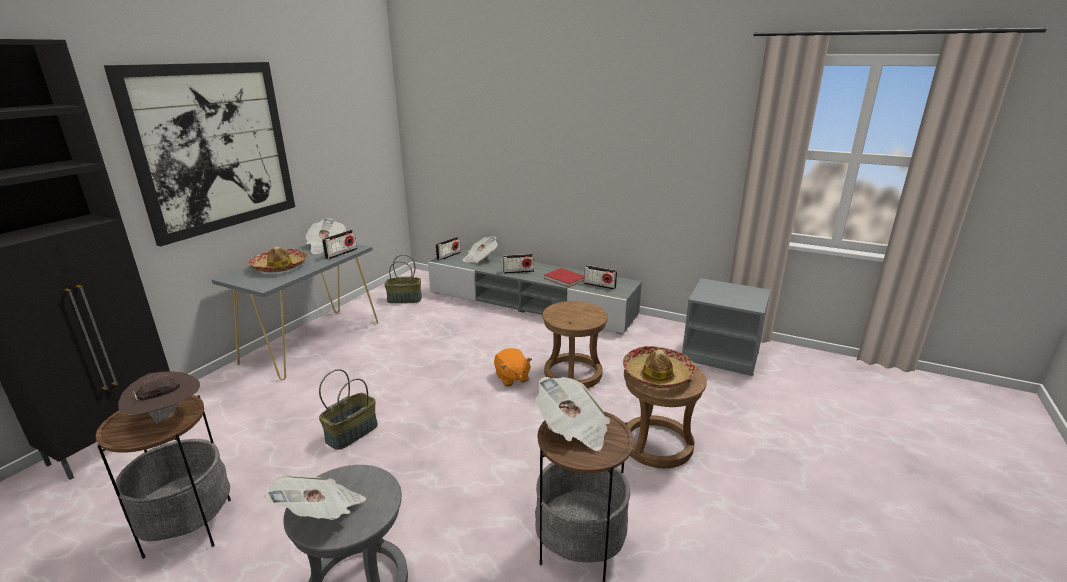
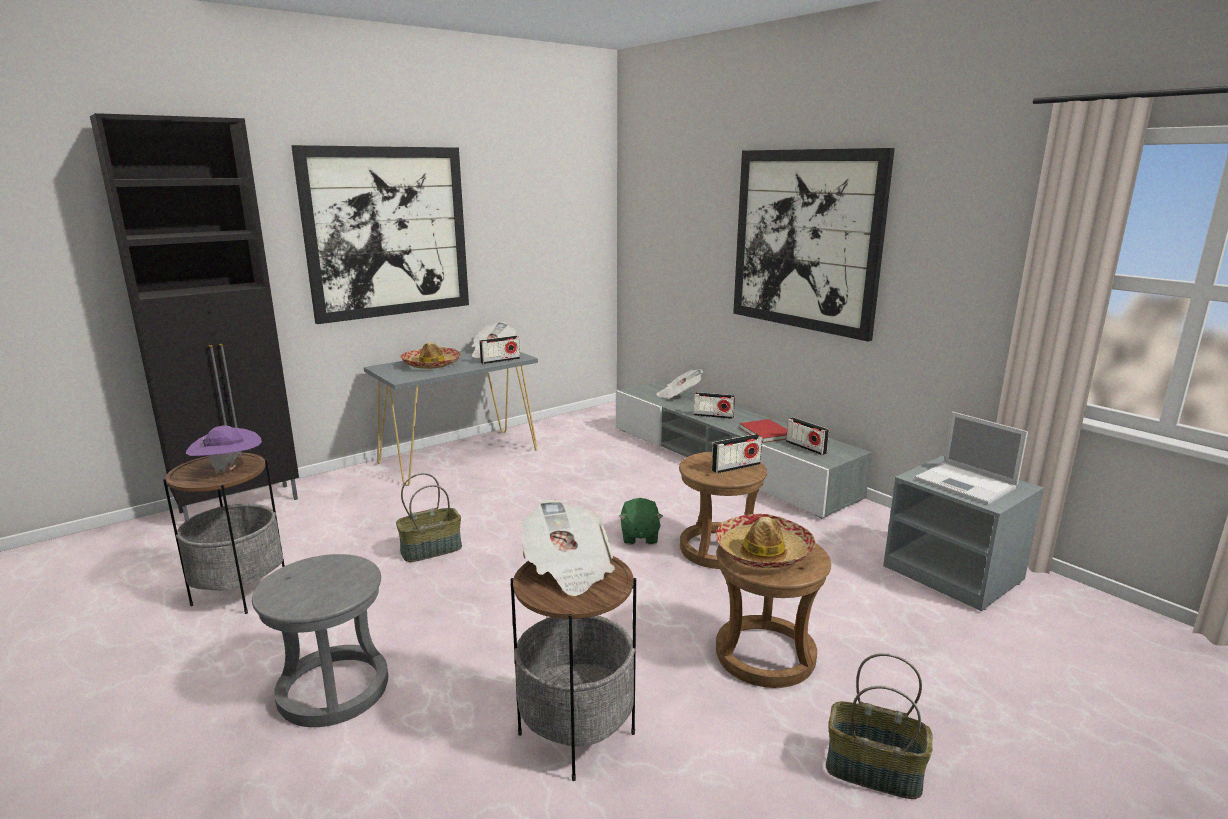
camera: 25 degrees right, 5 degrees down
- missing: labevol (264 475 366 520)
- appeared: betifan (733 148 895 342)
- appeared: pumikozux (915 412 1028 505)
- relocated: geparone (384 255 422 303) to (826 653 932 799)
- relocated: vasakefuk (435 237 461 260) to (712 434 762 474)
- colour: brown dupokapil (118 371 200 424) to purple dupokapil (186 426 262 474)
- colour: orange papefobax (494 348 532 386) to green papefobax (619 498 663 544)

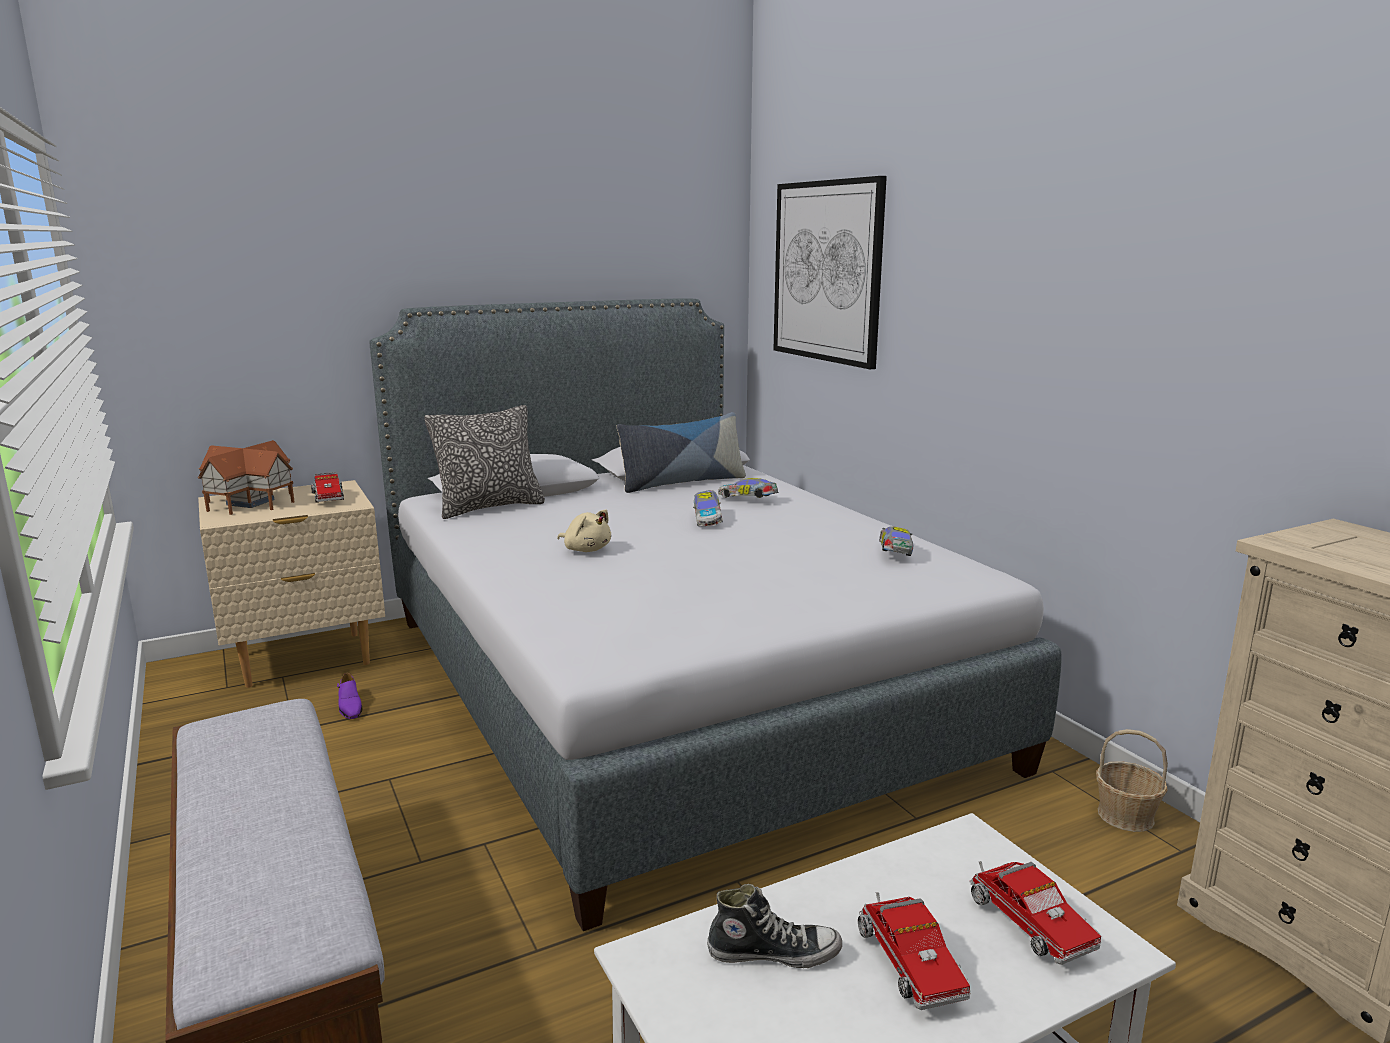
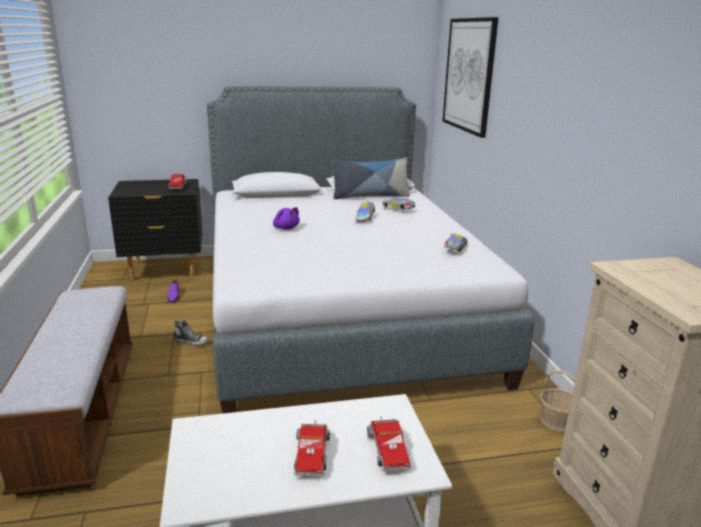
camera: 15 degrees right, 5 degrees up
- missing: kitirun (198 440 295 515)
- missing: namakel (425 405 545 519)
- relocated: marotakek (707 884 842 968) to (174 320 209 346)
- colour: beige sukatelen (198 480 385 688) to black sukatelen (108 179 202 280)
- colour: beige papefobax (557 510 611 552) to purple papefobax (273 207 300 230)

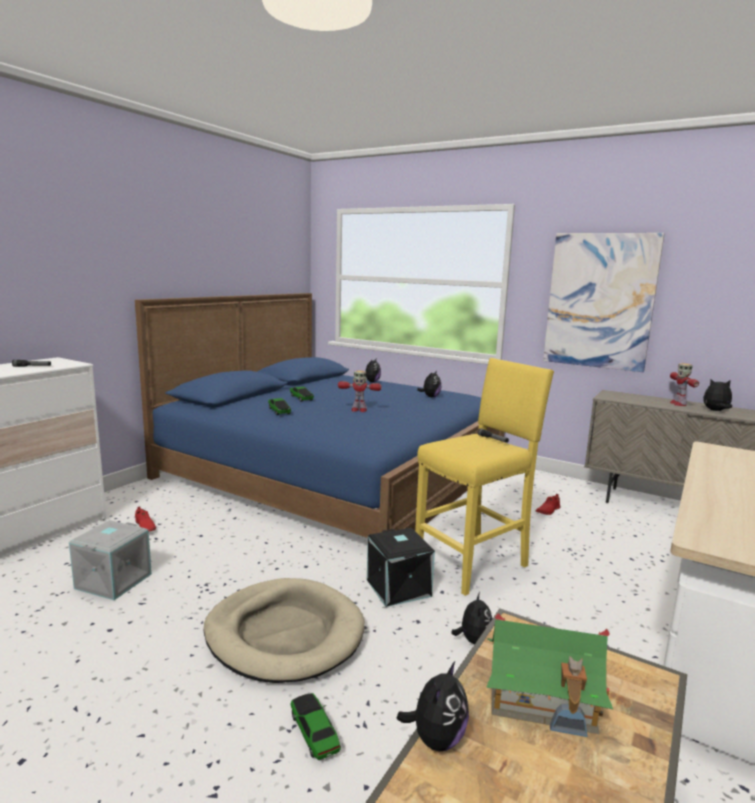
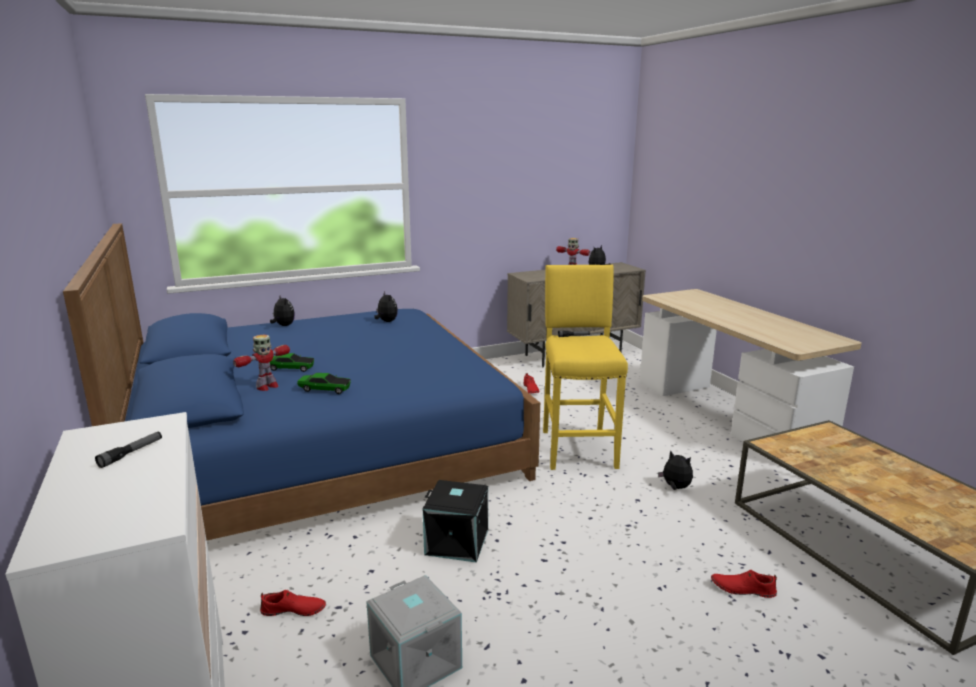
camera: 55 degrees left, 5 degrees up
- missing: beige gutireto (204 578 365 683)
- missing: papefobax (397 661 469 752)
- missing: kitirun (486 613 614 737)
- missing: betifan (543 233 665 372)
- relocated: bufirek (338 371 382 412) to (233 334 290 391)
- relocated: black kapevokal (367 528 435 607) to (423 480 488 563)
- exchanged: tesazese (291 693 341 760) to red marotakek (711 570 777 598)

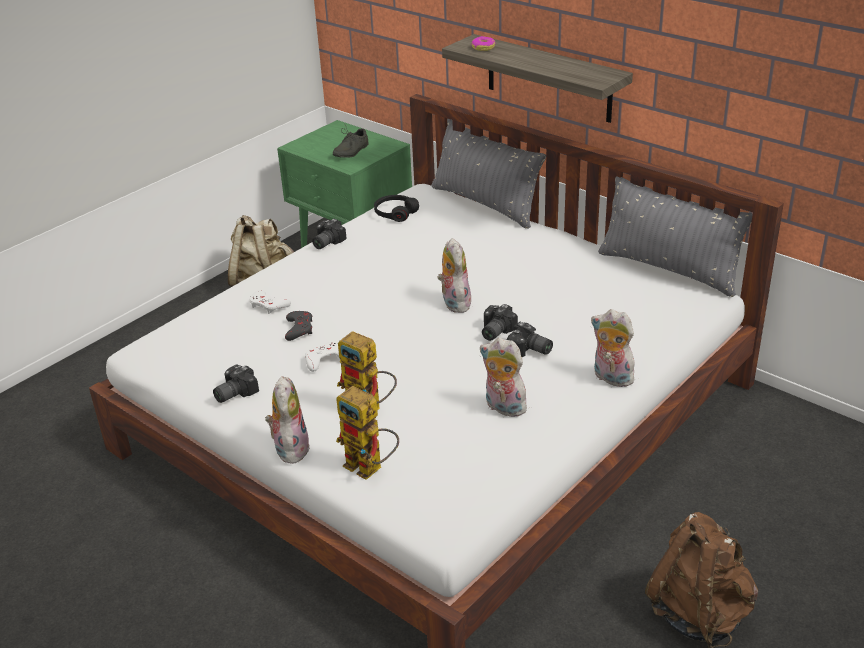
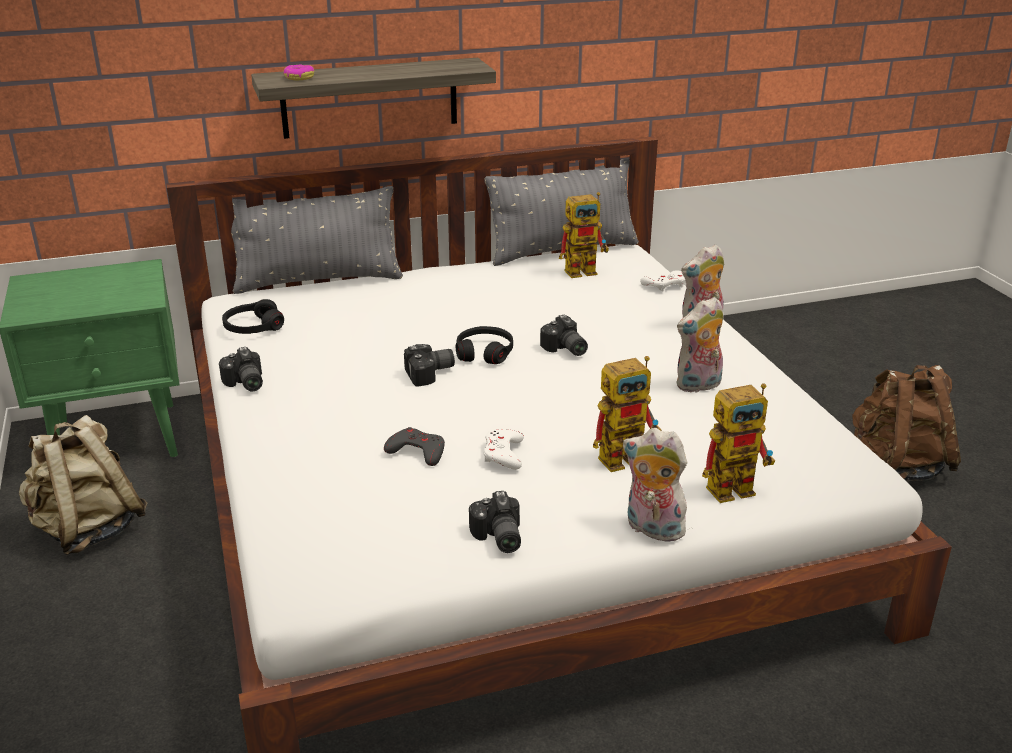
camera: 60 degrees left, 5 degrees down
- missing: grey marotakek (332 125 369 158)
- appeared: bufirek (559 192 609 278)
- relocated: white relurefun (250 290 291 314) to (640 271 685 292)
- relocated: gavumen (506 322 553 357) to (404 344 455 387)
- exchanged: papefobax (437 238 471 313) to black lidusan (456 326 513 364)

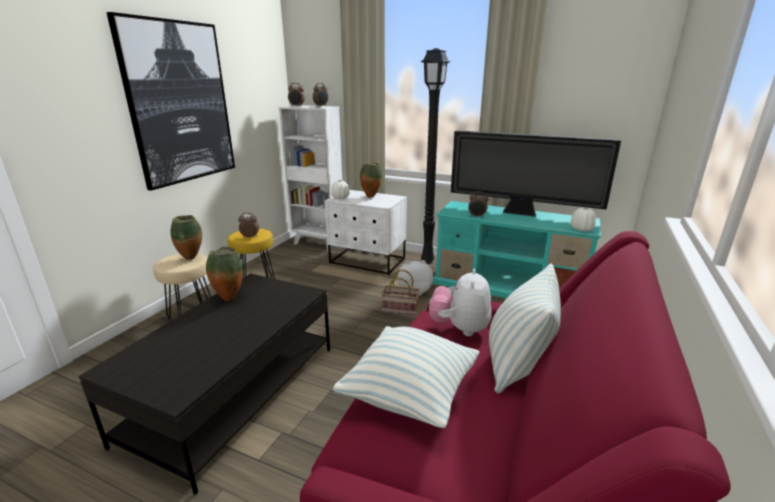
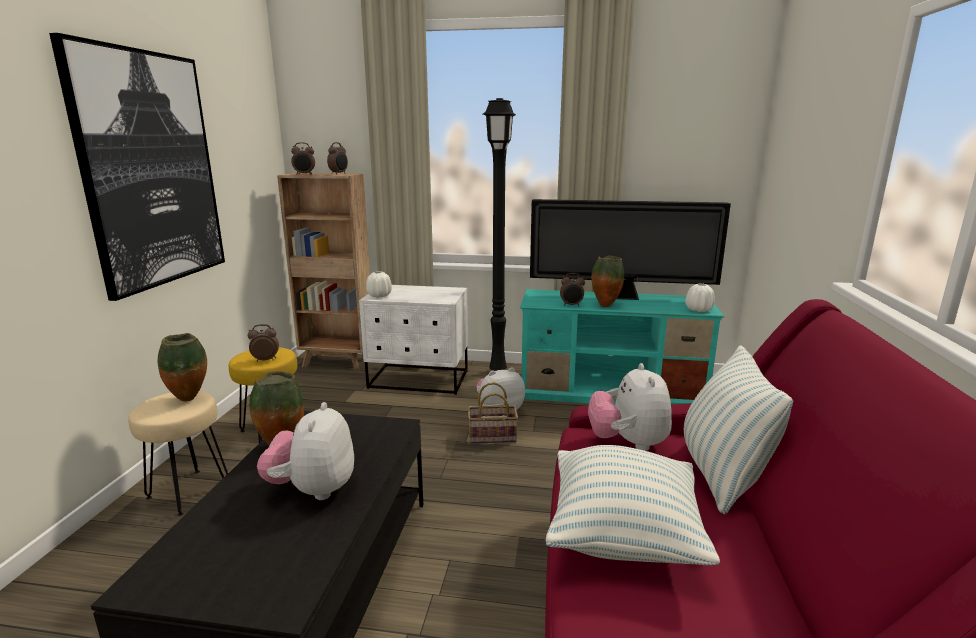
camera: 15 degrees left, 5 degrees down
- appeared: papefobax (257 402 354 500)
- relocated: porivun (360 162 382 197) to (591 256 624 307)
- colour: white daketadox (279 105 342 251) to brown daketadox (277 173 370 371)

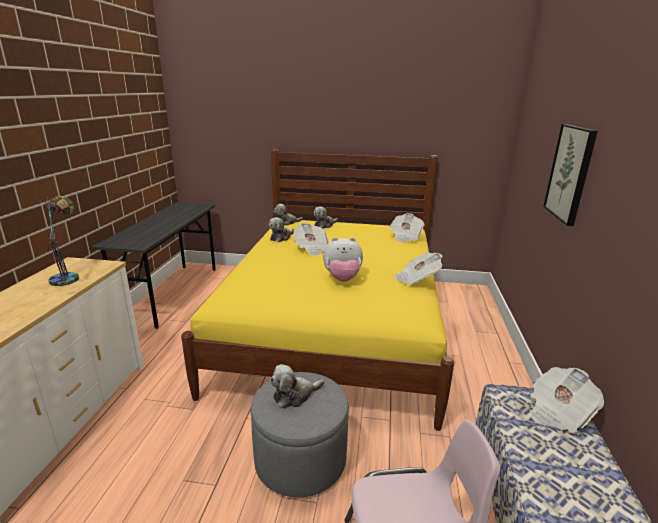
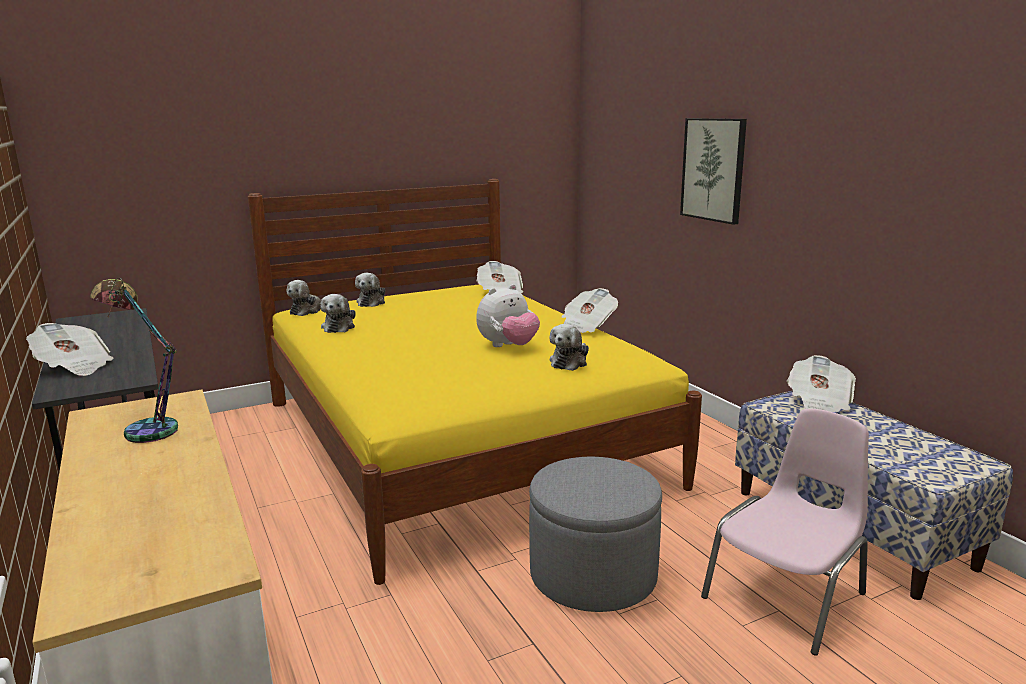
camera: 35 degrees left, 5 degrees down
- relocated: papefobax (270 364 324 408) to (550 324 589 371)
- relocated: labevol (294 223 329 256) to (26 323 113 376)

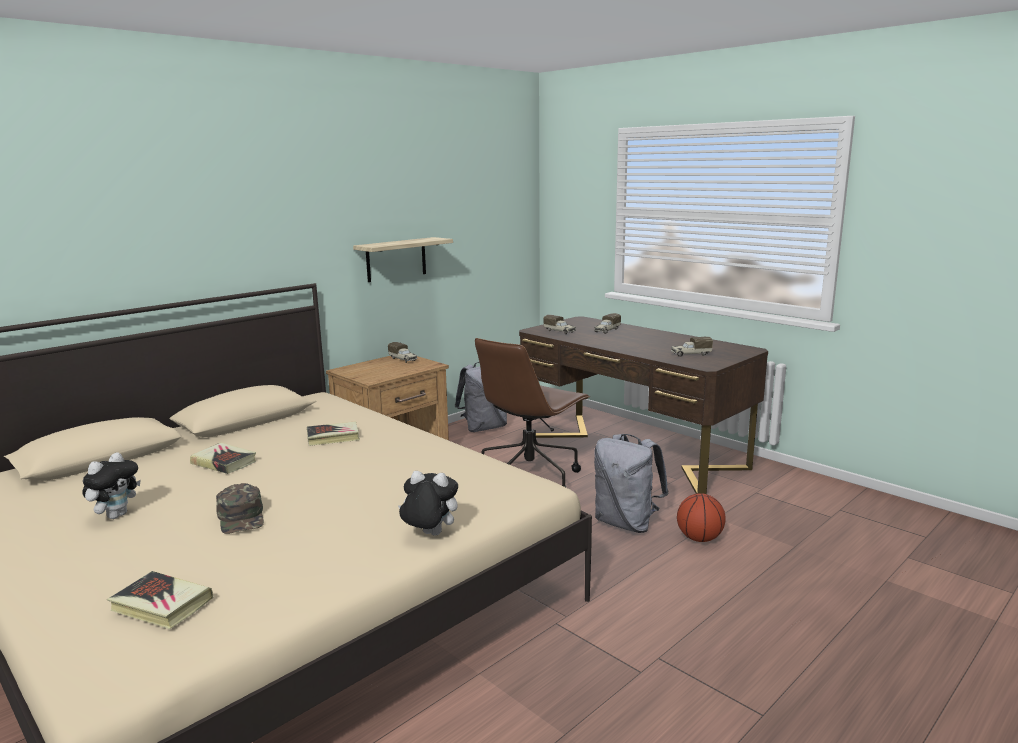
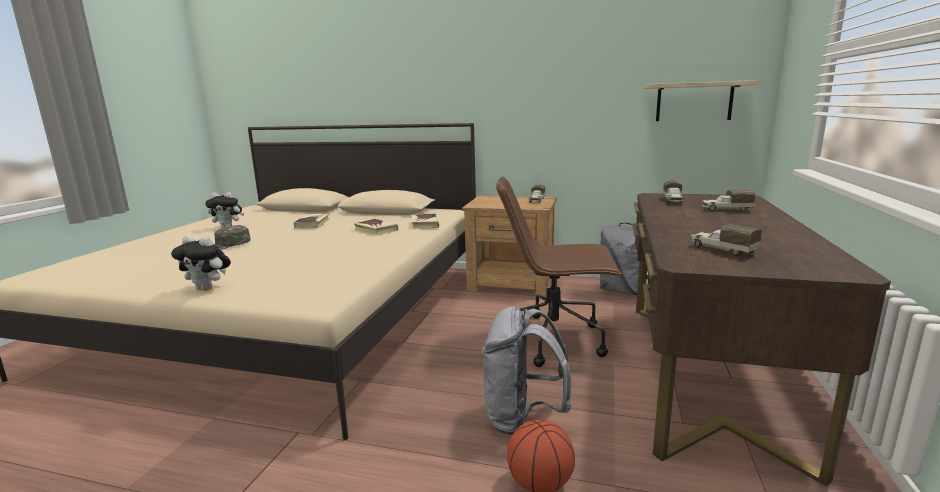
camera: 60 degrees right, 0 degrees up
- relocated: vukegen (107 571 213 629) to (411 213 439 229)
- relocated: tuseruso (353 237 453 282) to (644 80 759 121)
- spun: papefobax (398 471 458 536) = (171 235 231 291) 120 degrees clockwise

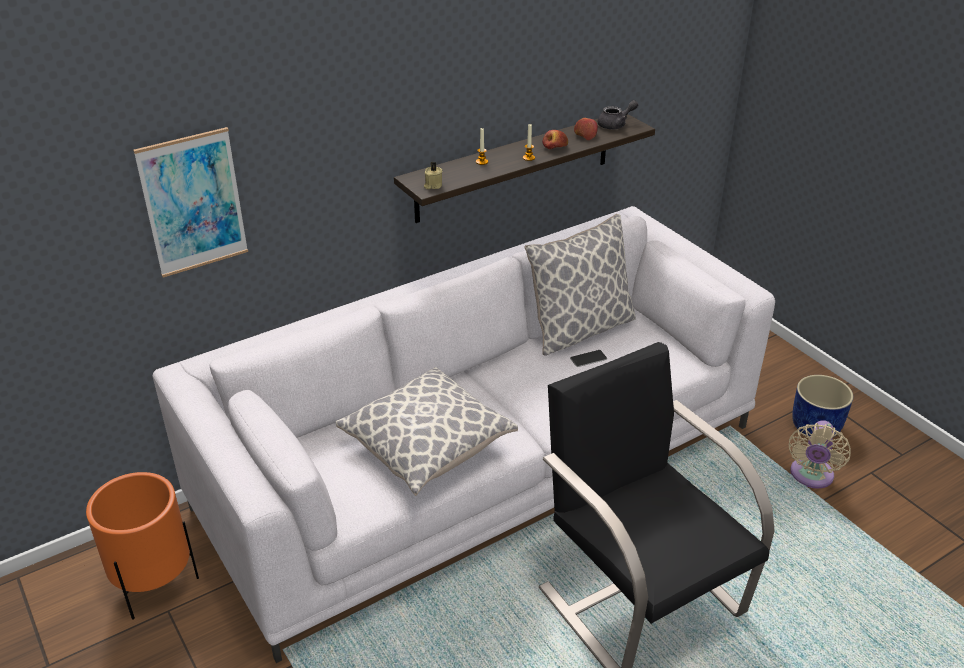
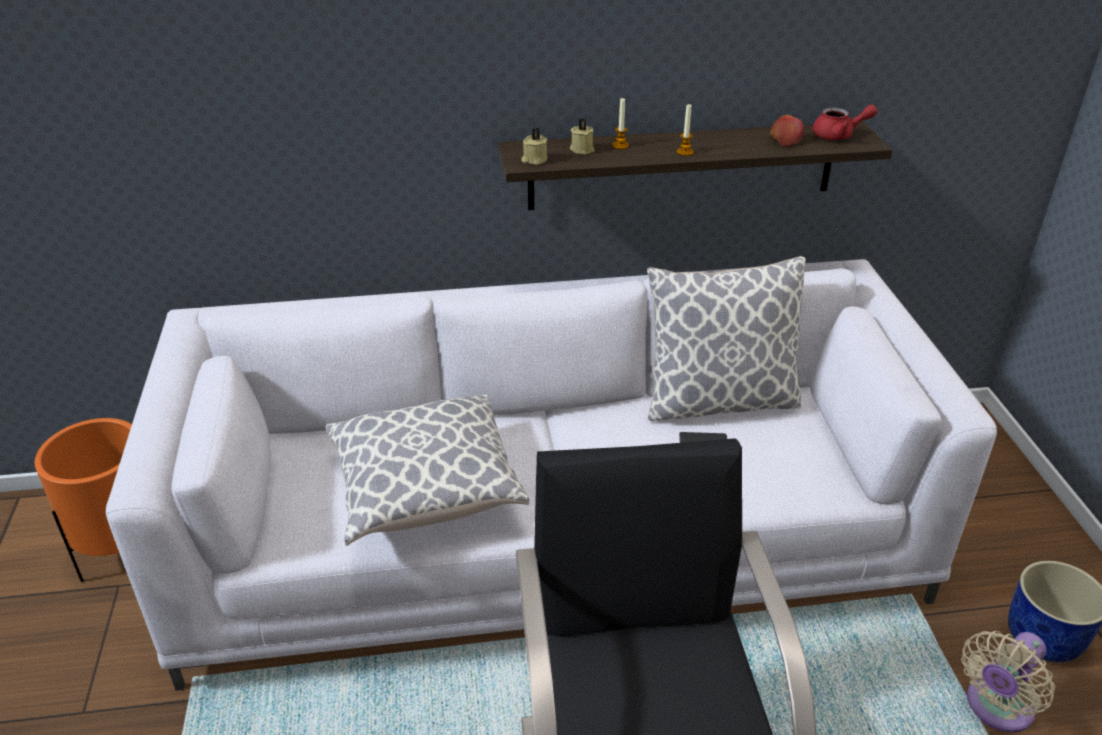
camera: 25 degrees right, 0 degrees up
- missing: betifan (133 127 248 278)
- missing: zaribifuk (542 130 568 149)
- appeared: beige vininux (570 118 595 155)
- colour: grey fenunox (598 100 638 130) to red fenunox (813 105 878 140)

